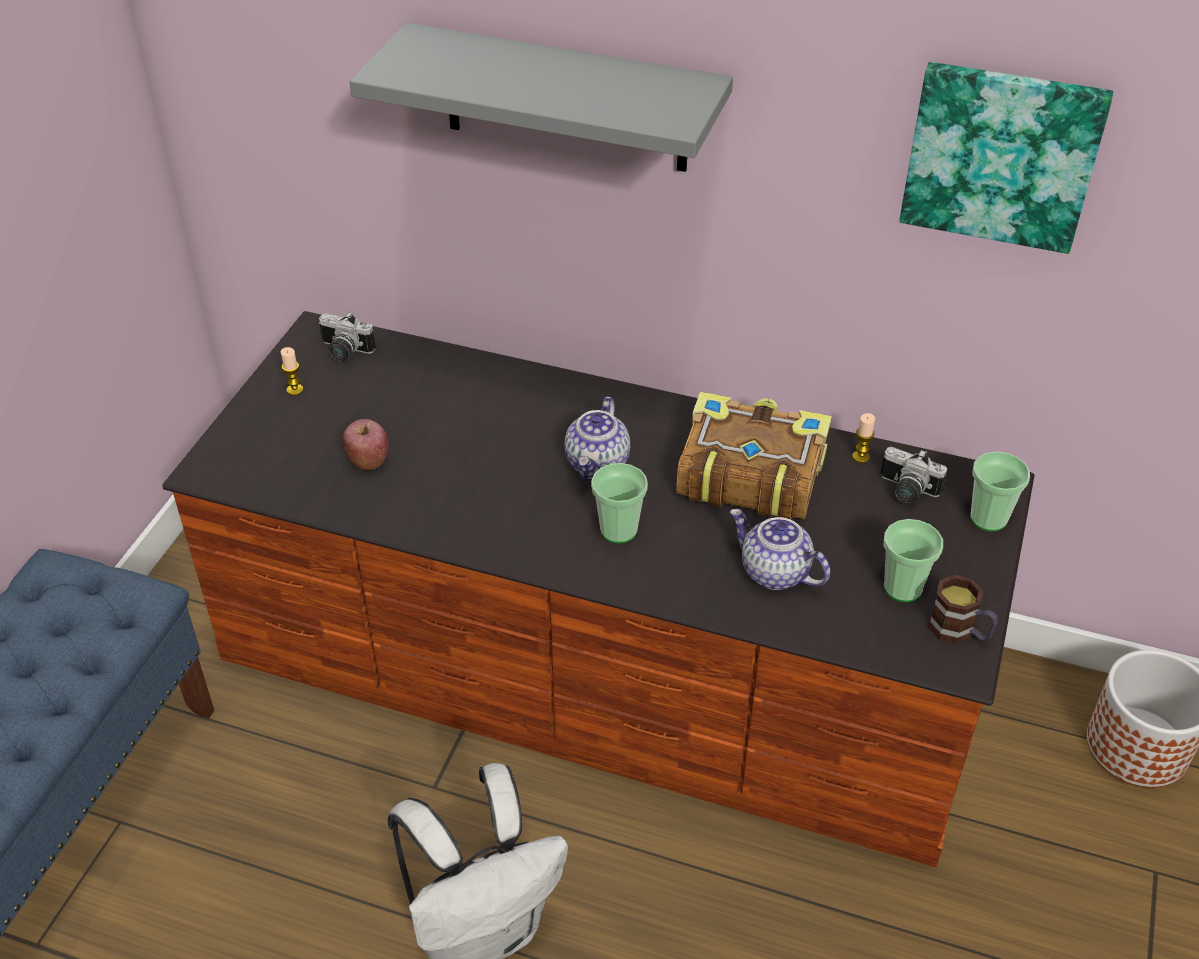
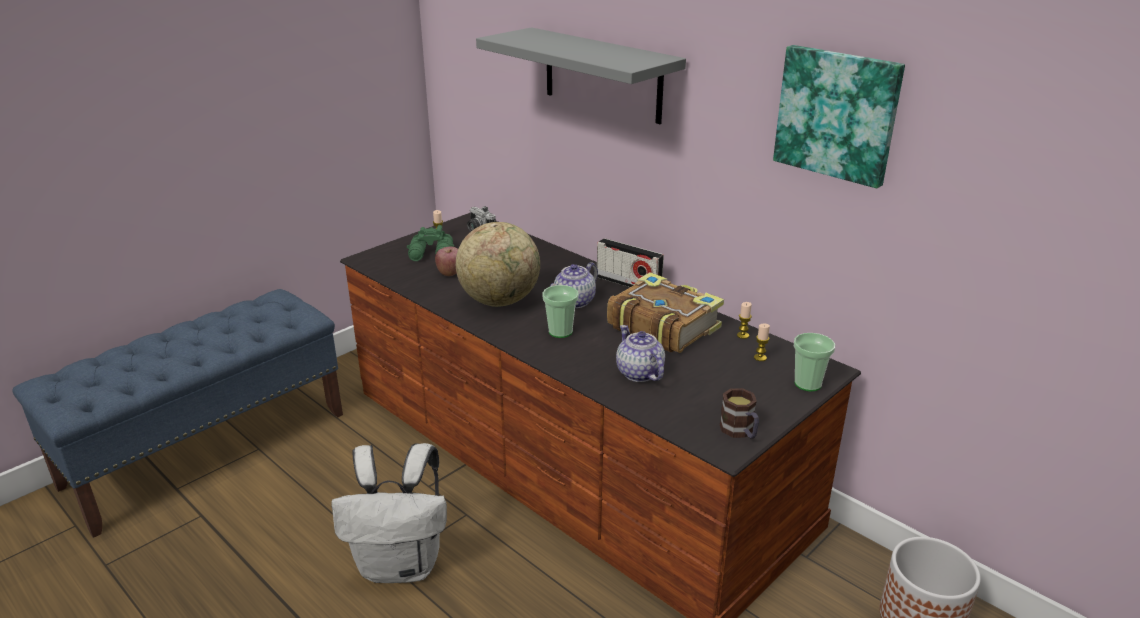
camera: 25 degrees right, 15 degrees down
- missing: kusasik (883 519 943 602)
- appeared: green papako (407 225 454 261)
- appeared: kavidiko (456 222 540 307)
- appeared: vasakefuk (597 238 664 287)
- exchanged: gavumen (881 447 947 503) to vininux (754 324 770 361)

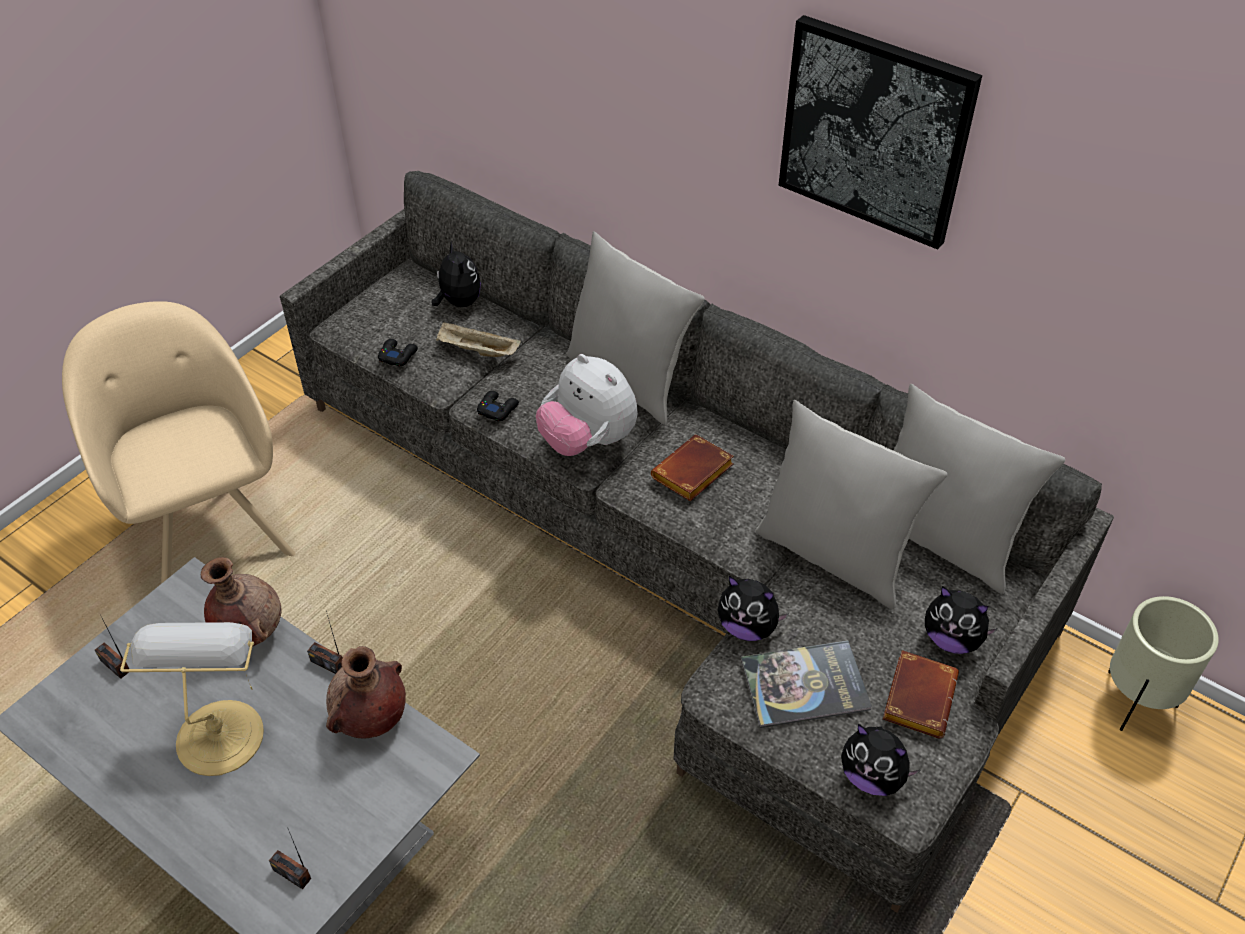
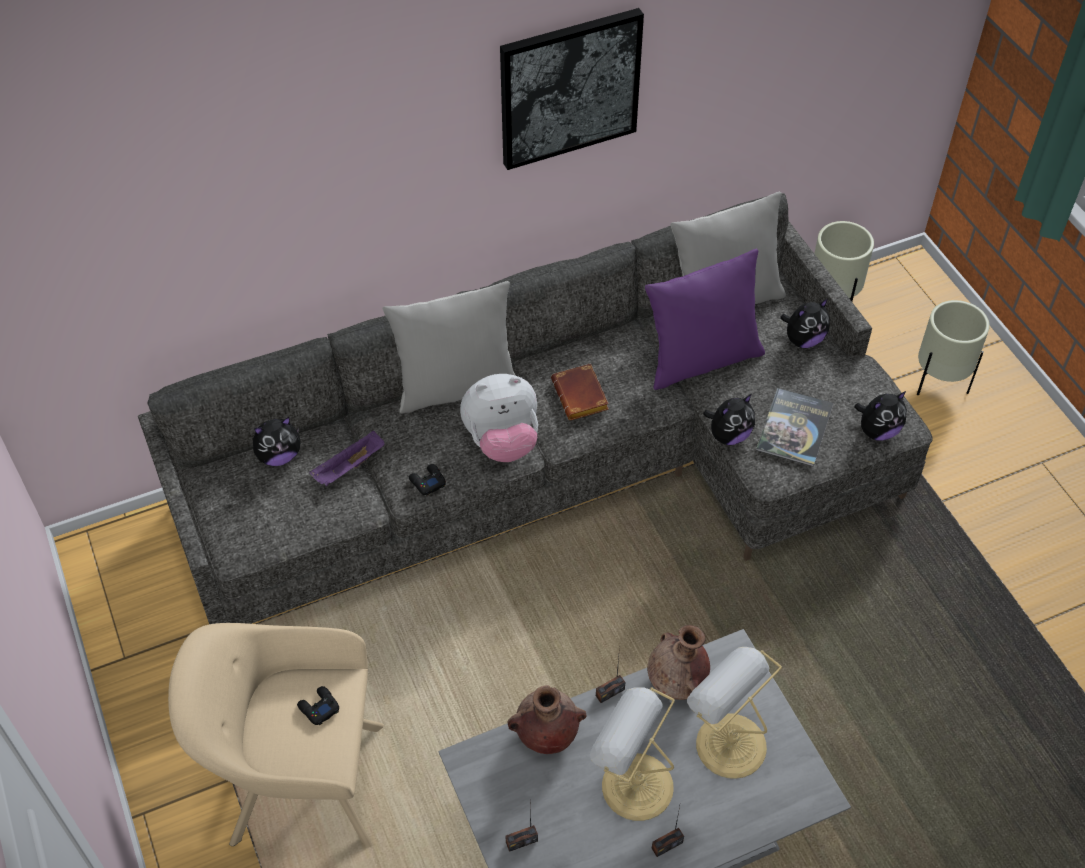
camera: 60 degrees left, 5 degrees up
- missing: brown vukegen (883 650 959 738)
- appeared: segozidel (687 647 782 779)
- appeared: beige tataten (917 300 990 395)
- relocated: vasakefuk (269 827 311 889) to (652 806 684 857)
- relocated: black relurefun (378 339 418 367) to (297 686 339 726)
- colour: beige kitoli (436 322 521 357) to purple kitoli (310 431 385 486)
- colour: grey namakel (755 400 947 610) to purple namakel (645 249 765 390)
- spun: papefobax (431 241 481 307) = (253 417 300 466) 150 degrees clockwise

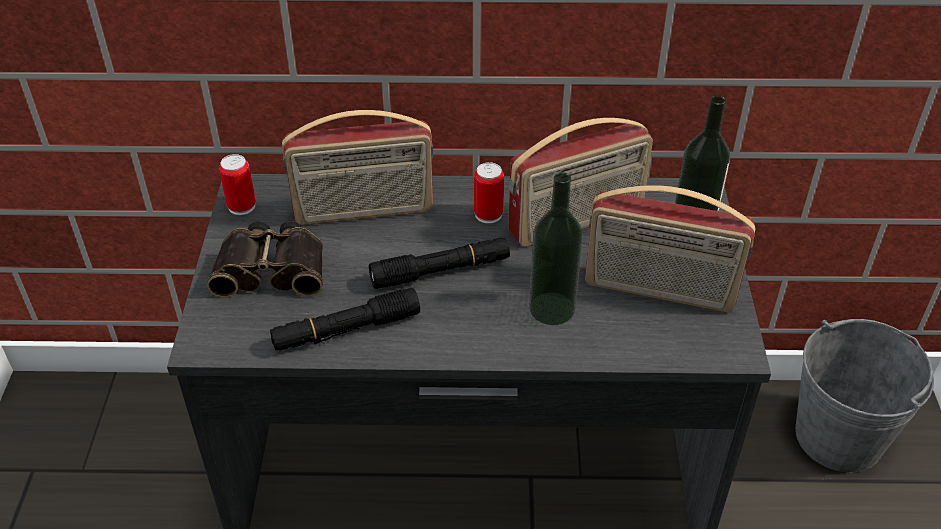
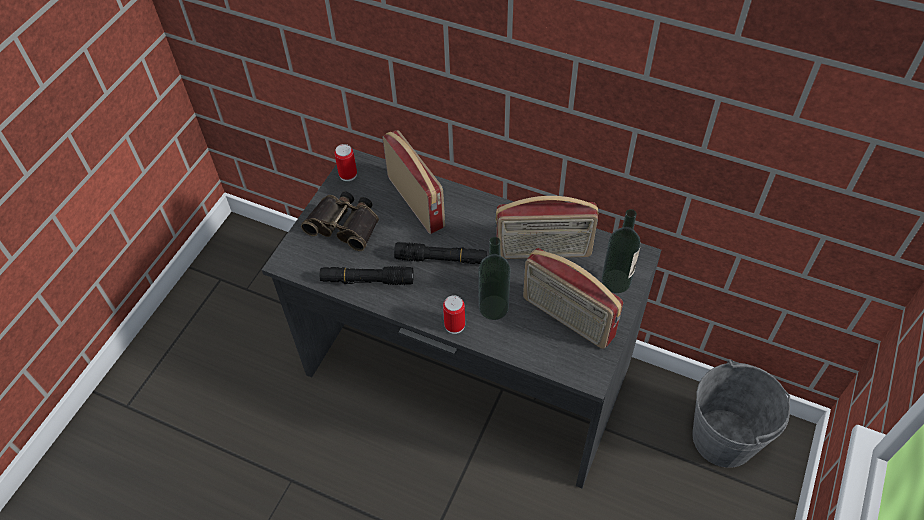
camera: 25 degrees right, 10 degrees up
- relocated: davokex (474 162 504 224) to (443 295 465 334)
- spun: vasakefuk (282 110 433 225) = (382 130 445 234) 135 degrees counterclockwise

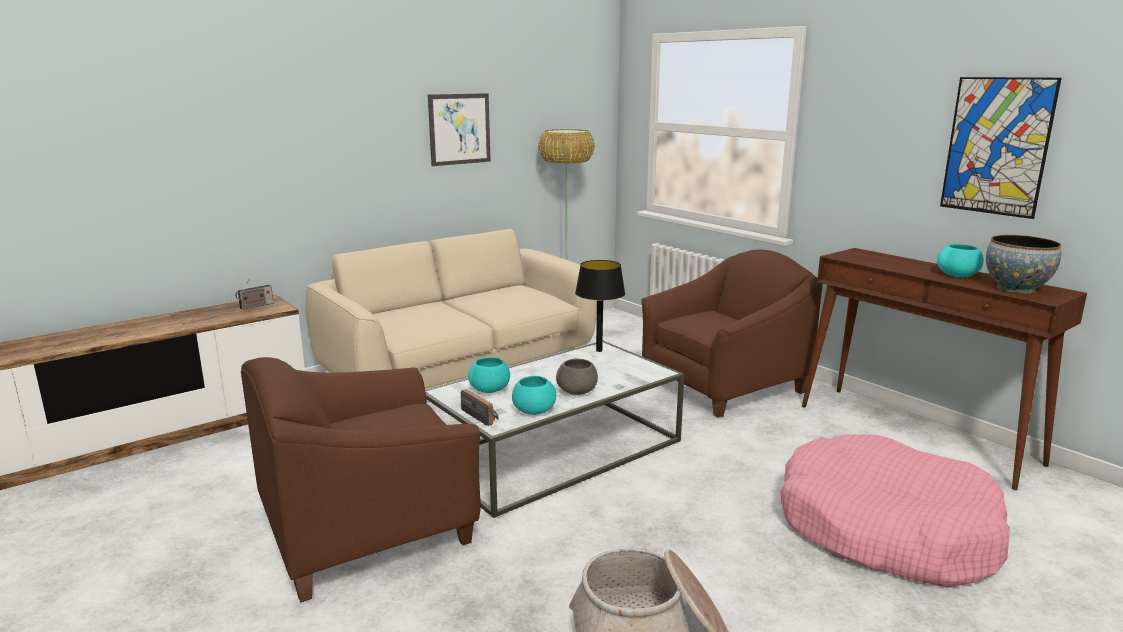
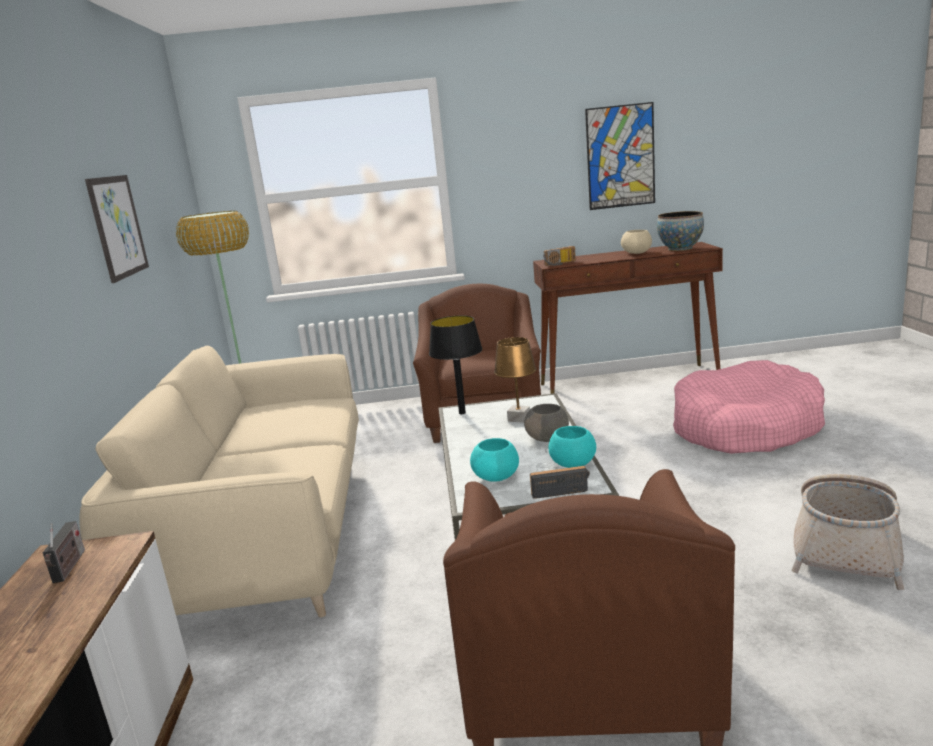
camera: 55 degrees left, 0 degrees up
- appeared: brown segozidel (494 337 536 423)
- appeared: vasakefuk (543 246 576 266)
- colour: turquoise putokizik (937 244 984 277) to beige putokizik (621 230 652 254)

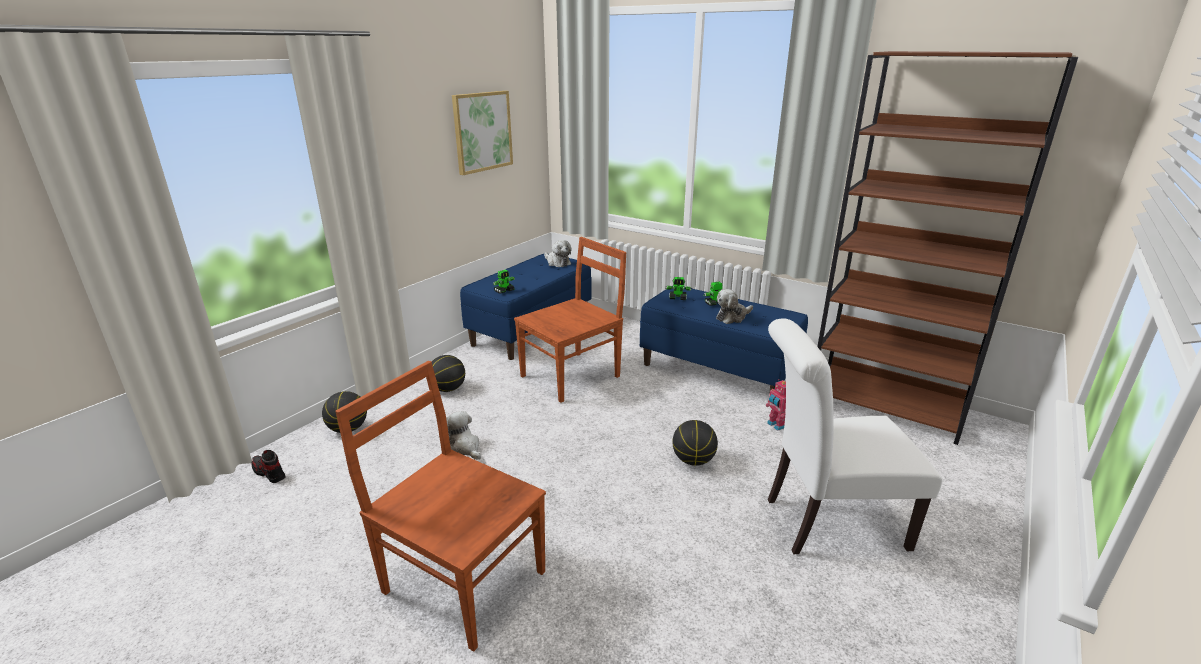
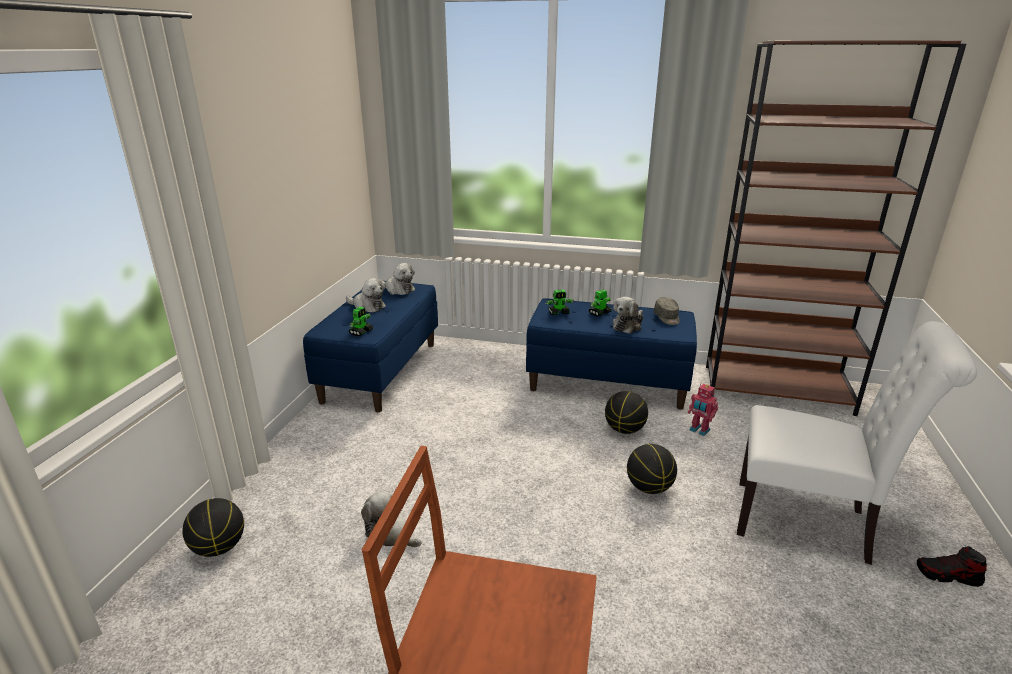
camera: 20 degrees left, 0 degrees up
- missing: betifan (452 91 513 175)
- missing: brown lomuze (514 237 627 403)
- appeared: papefobax (346 278 386 312)
- appeared: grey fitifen (654 297 680 325)
- relocated: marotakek (252 450 285 483) to (917 546 987 587)
- relocated: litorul (432 355 465 392) to (605 391 648 434)
- spun: white lomuze (768 319 943 554) = (737 321 977 565) 135 degrees counterclockwise

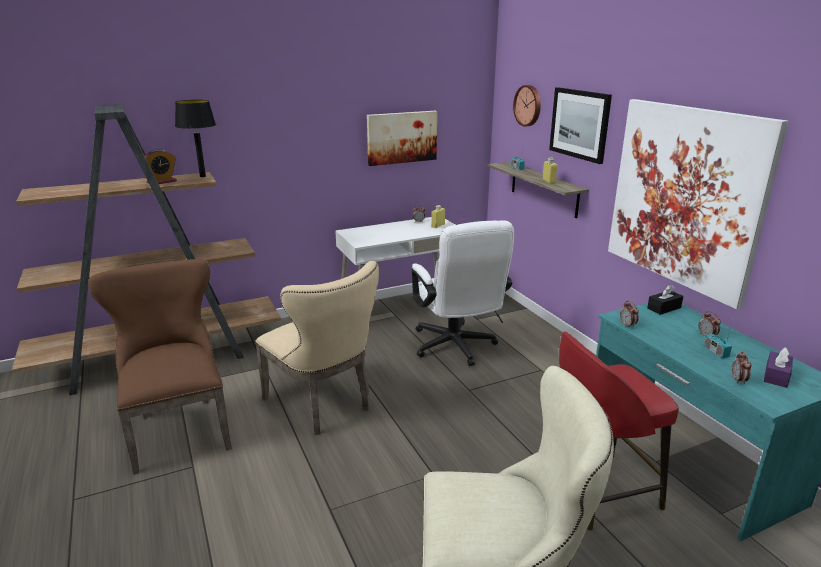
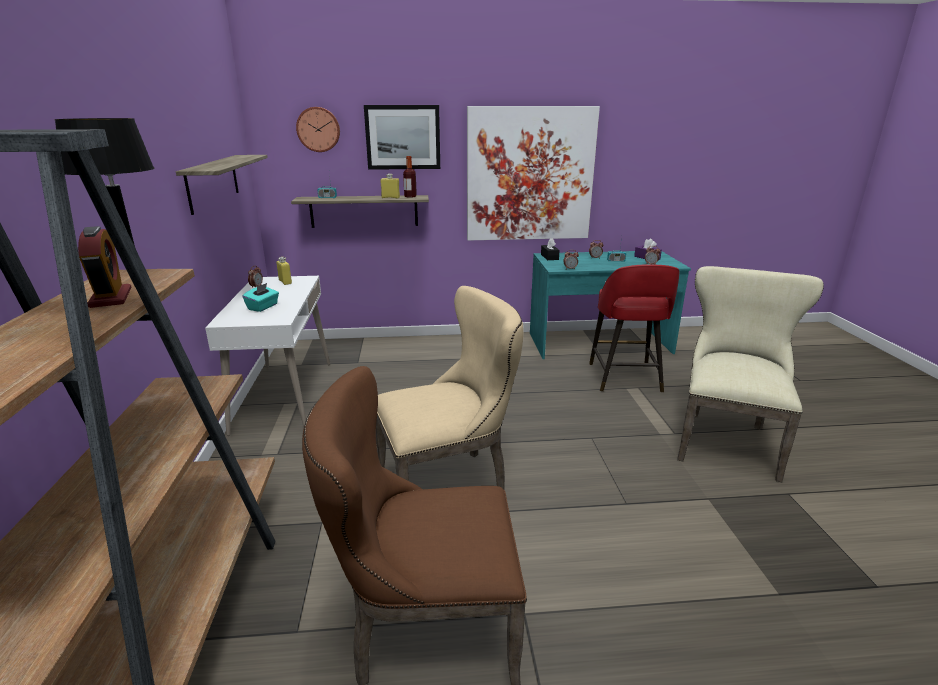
camera: 70 degrees left, 0 degrees up
- missing: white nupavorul (411 220 514 366)
- appeared: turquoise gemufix (242 283 279 312)
- appeared: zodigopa (403 156 417 198)
- exchanged: betifan (367 111 437 166) to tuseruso (176 155 268 215)

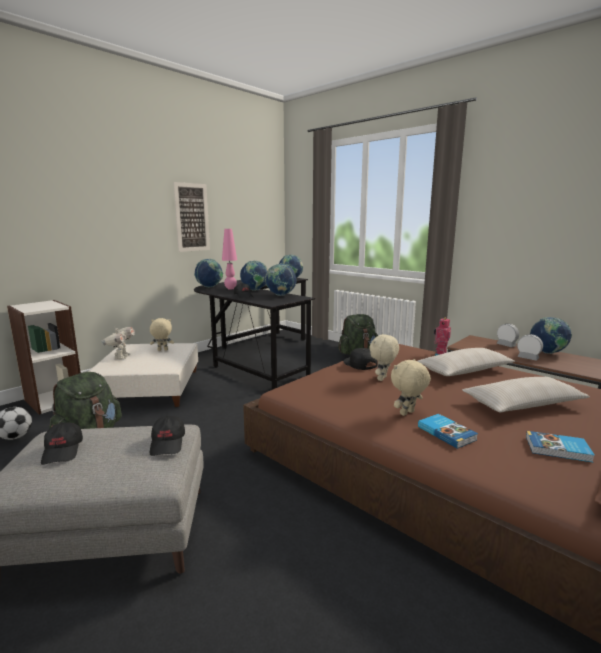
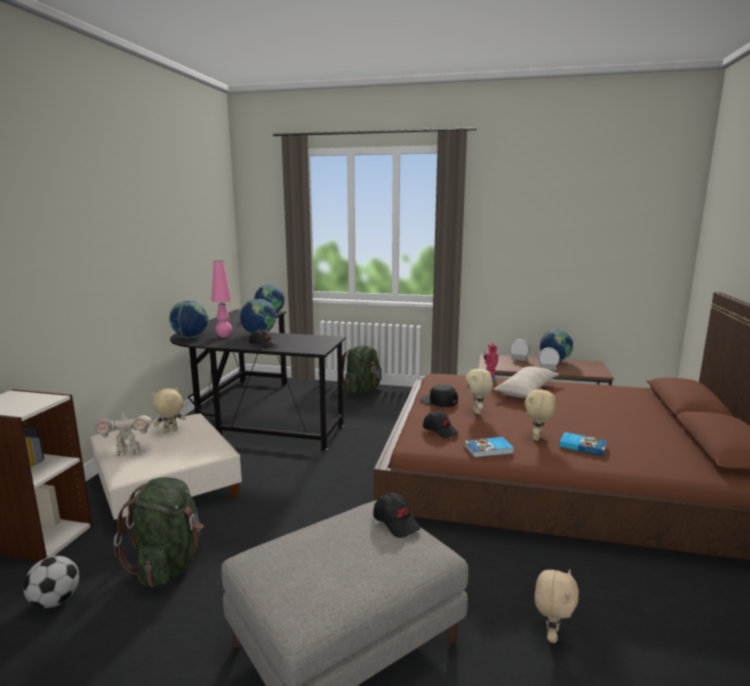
camera: 30 degrees left, 0 degrees up
- missing: betifan (173 182 210 252)
- missing: kavidiko (265 263 296 296)
- missing: beige namakel (462 377 590 412)
- appeared: beige papefobax (534 569 579 643)
- relocated: black fitifen (41 422 83 465) to (423 411 459 439)
- relocated: vukegen (526 431 595 462) to (464 437 514 458)
- spun: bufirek (101 326 135 360) = (95 408 153 457) 105 degrees clockwise

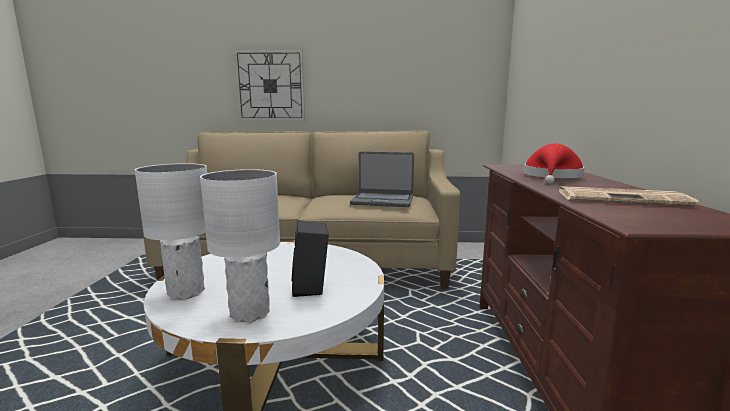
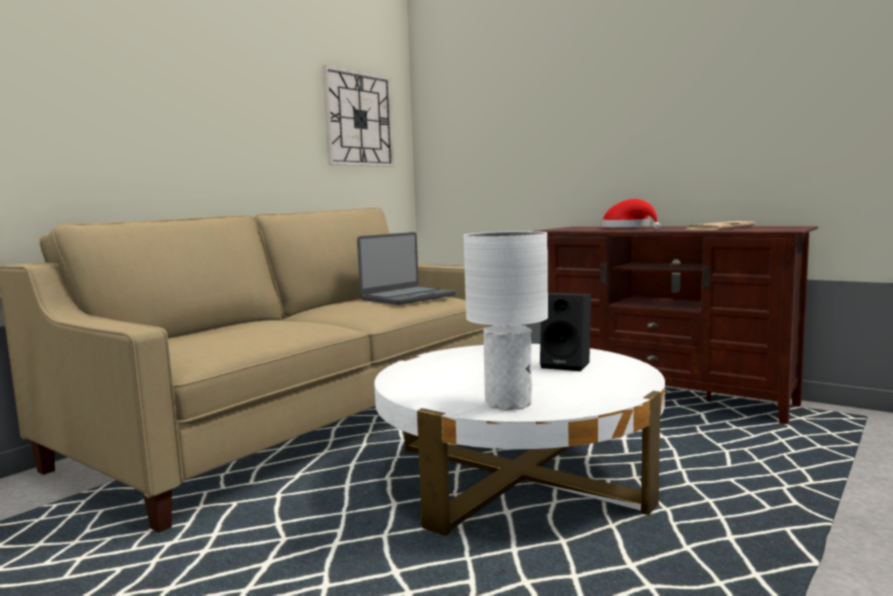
camera: 55 degrees left, 5 degrees down
- missing: white segozidel (200 169 280 323)
- relocated: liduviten (234 50 305 121) to (322 65 394 167)

